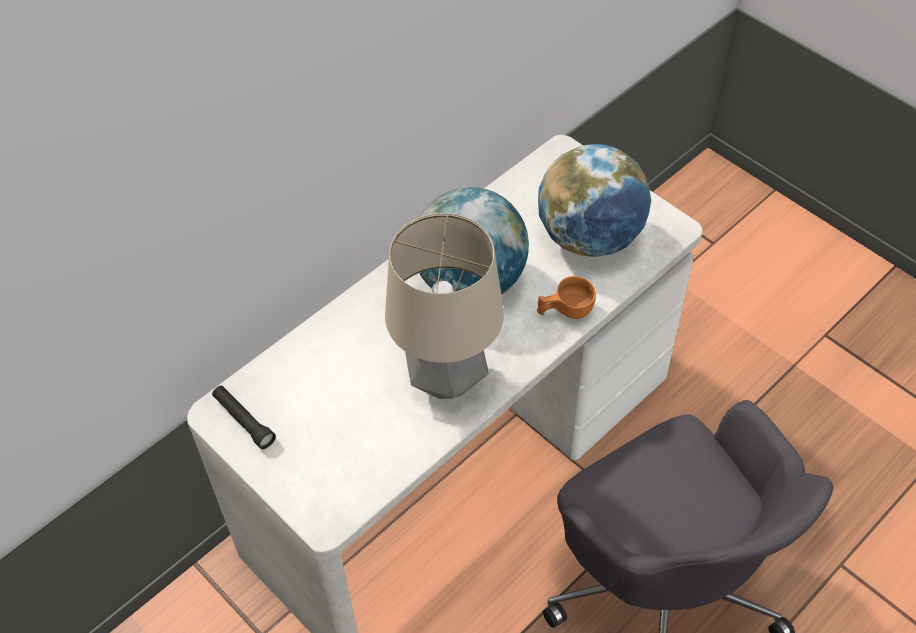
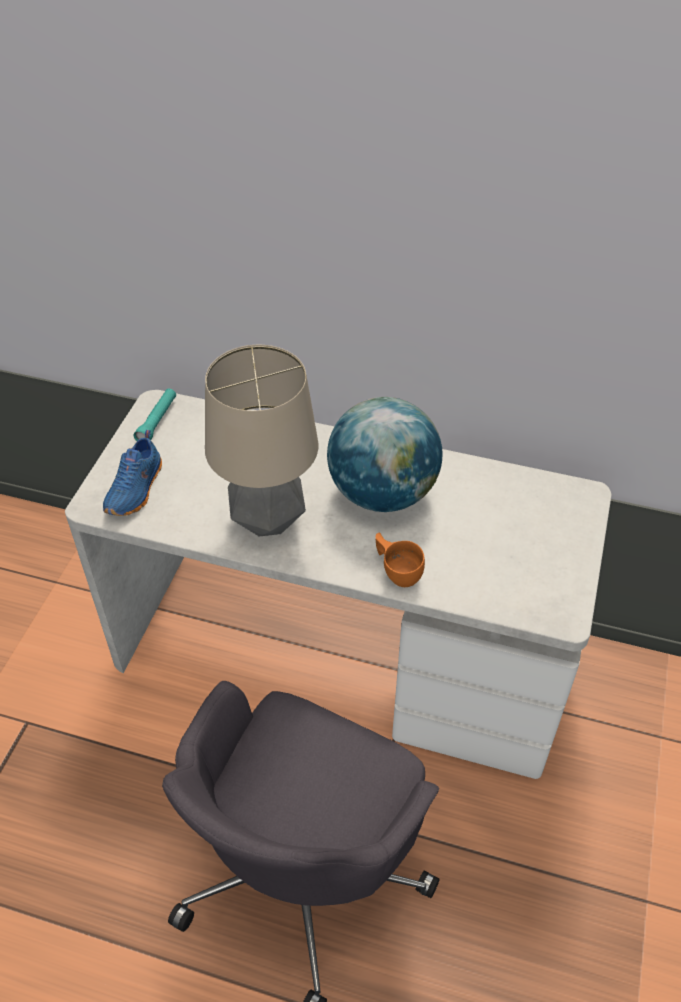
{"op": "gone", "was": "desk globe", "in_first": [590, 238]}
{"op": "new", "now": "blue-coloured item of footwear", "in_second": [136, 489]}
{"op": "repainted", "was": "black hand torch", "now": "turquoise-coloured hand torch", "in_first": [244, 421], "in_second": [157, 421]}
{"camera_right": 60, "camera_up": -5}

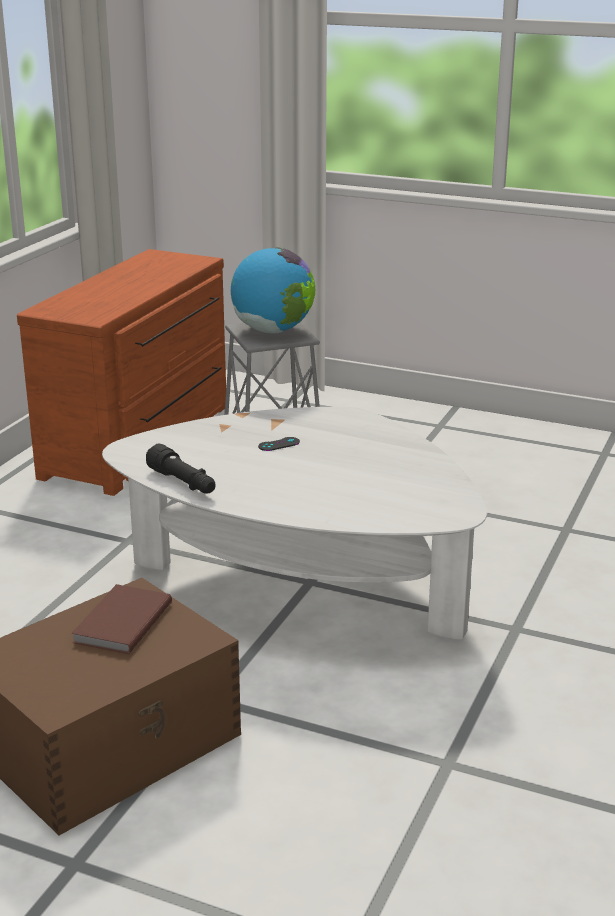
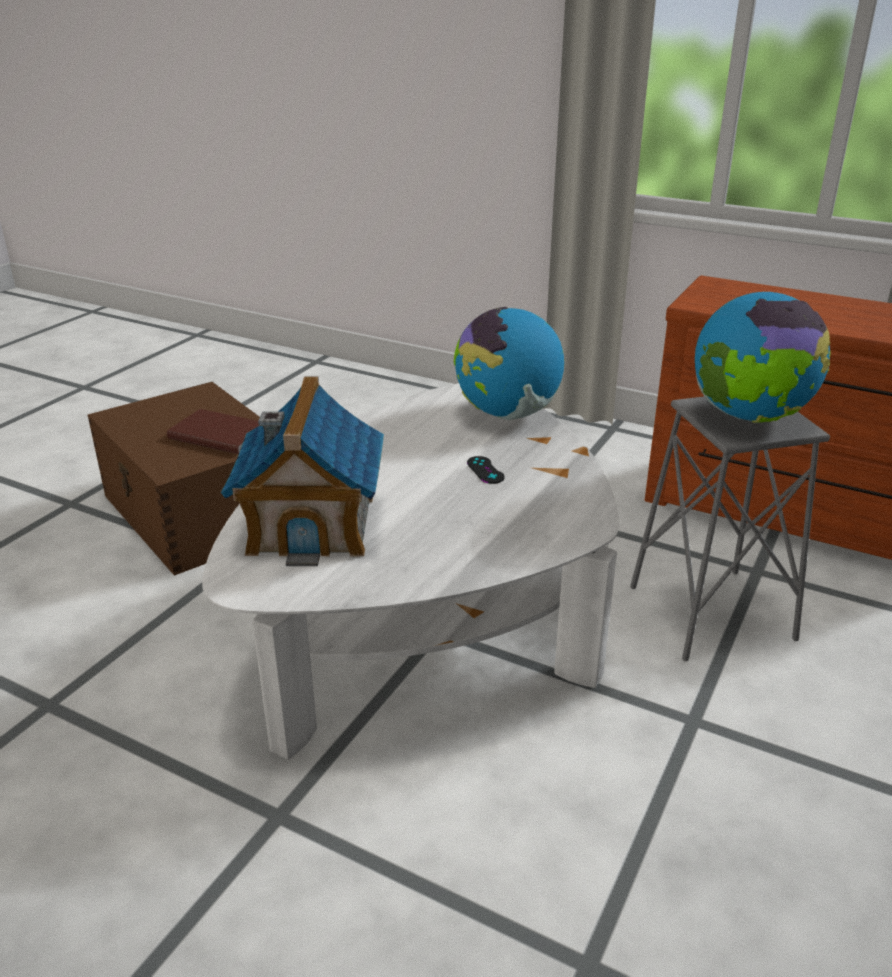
{"op": "gone", "was": "black hand torch", "in_first": [183, 483]}
{"op": "new", "now": "miniature house", "in_second": [313, 524]}
{"op": "new", "now": "desk globe", "in_second": [507, 414]}
{"camera_right": 95, "camera_up": 5}

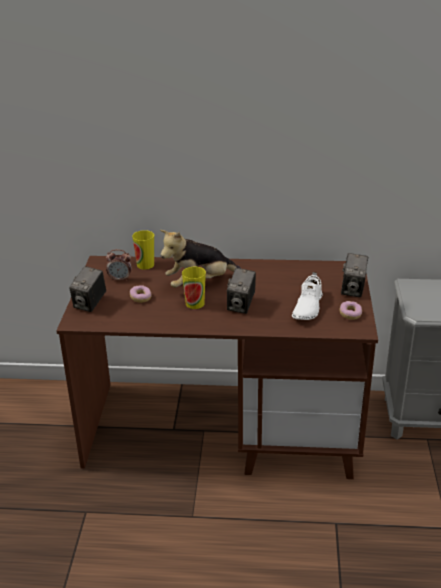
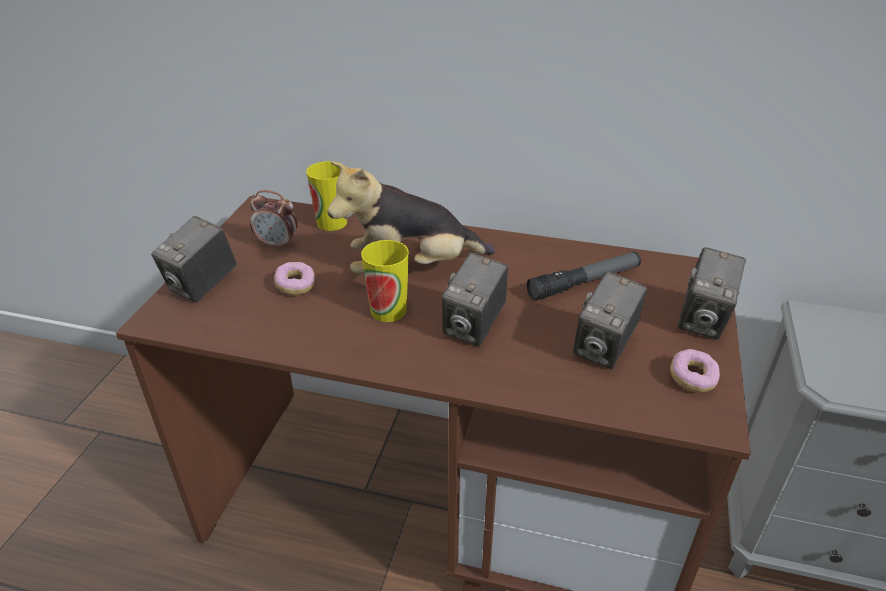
{"op": "new", "now": "hand torch", "in_second": [584, 282]}
{"op": "swapped", "was": "whitish item of footwear", "now": "still camera", "in_first": [307, 307], "in_second": [604, 348]}
{"camera_right": 10, "camera_up": 5}

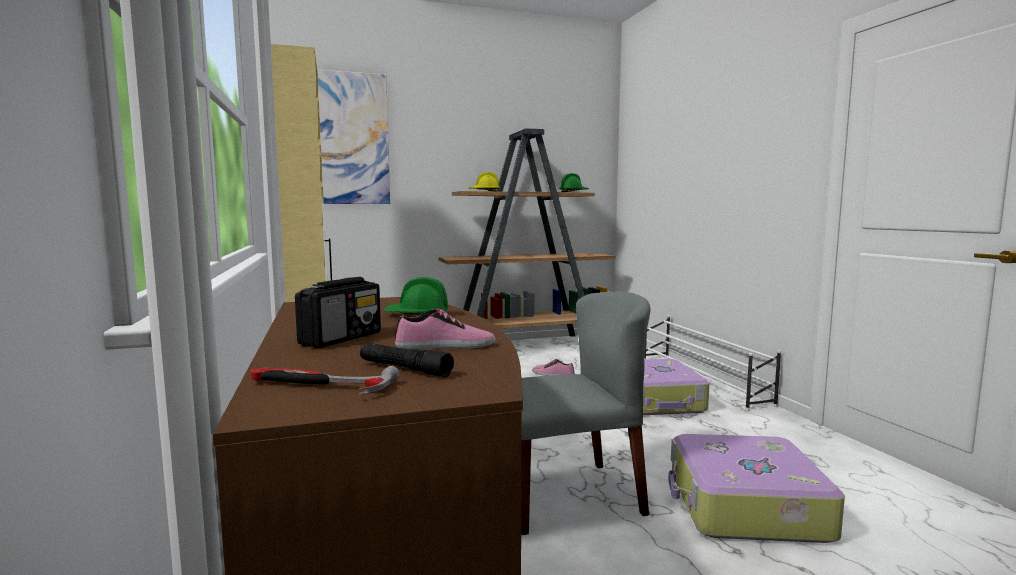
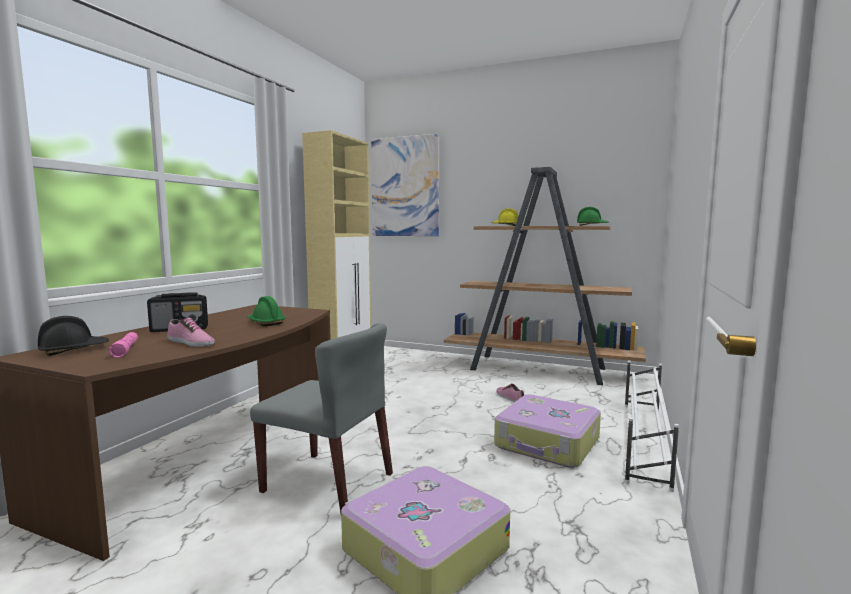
{"op": "swapped", "was": "tool hammer", "now": "black hard hat", "in_first": [319, 386], "in_second": [74, 350]}
{"op": "repainted", "was": "black hand torch", "now": "pink hand torch", "in_first": [405, 369], "in_second": [126, 350]}
{"camera_right": 40, "camera_up": 0}

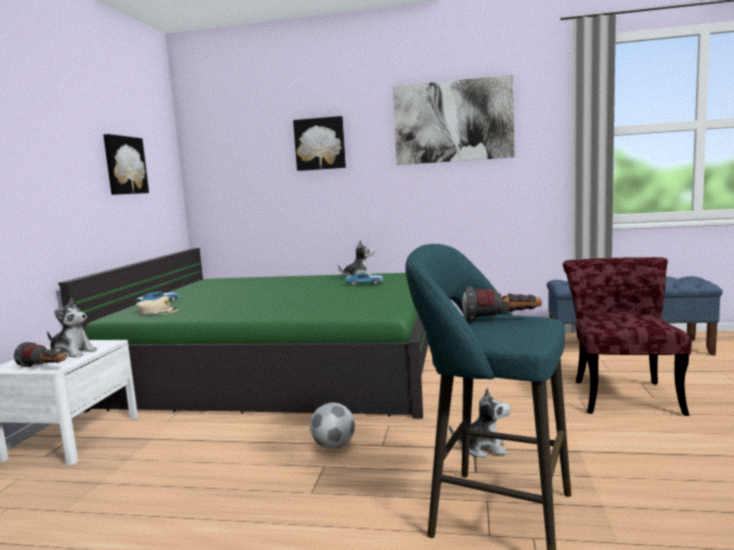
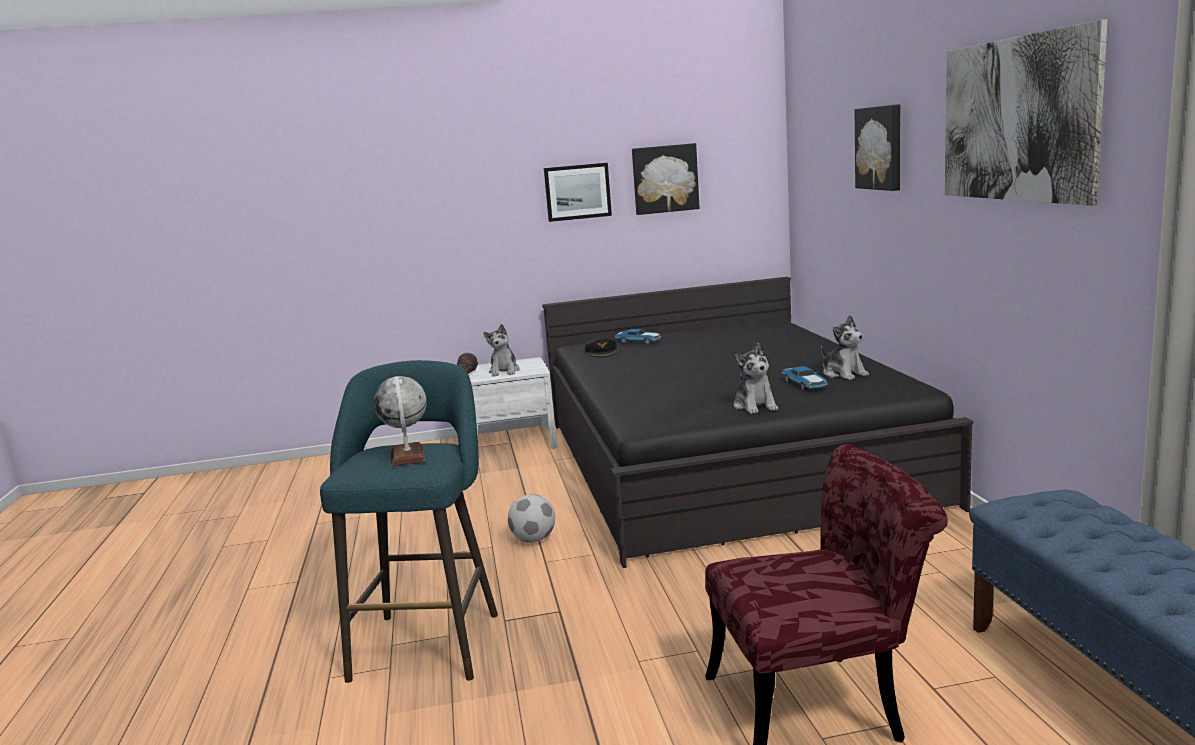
{"op": "new", "now": "wall picture", "in_second": [577, 192]}
{"op": "shifted", "was": "soft toy", "in_first": [482, 448], "in_second": [755, 406]}
{"op": "swapped", "was": "hand torch", "now": "desk globe", "in_first": [501, 320], "in_second": [407, 456]}
{"op": "repainted", "was": "green-coloured bed", "now": "black bed", "in_first": [284, 367], "in_second": [725, 460]}
{"op": "repainted", "was": "sand-coloured baseball cap", "now": "black baseball cap", "in_first": [157, 311], "in_second": [601, 352]}
{"camera_right": 70, "camera_up": 5}

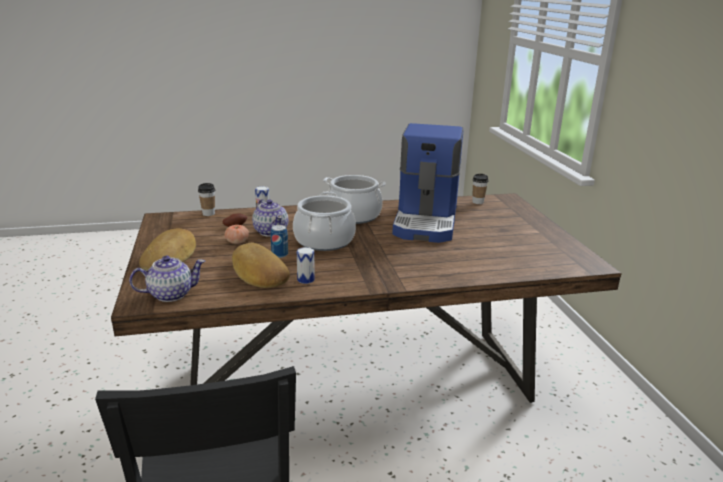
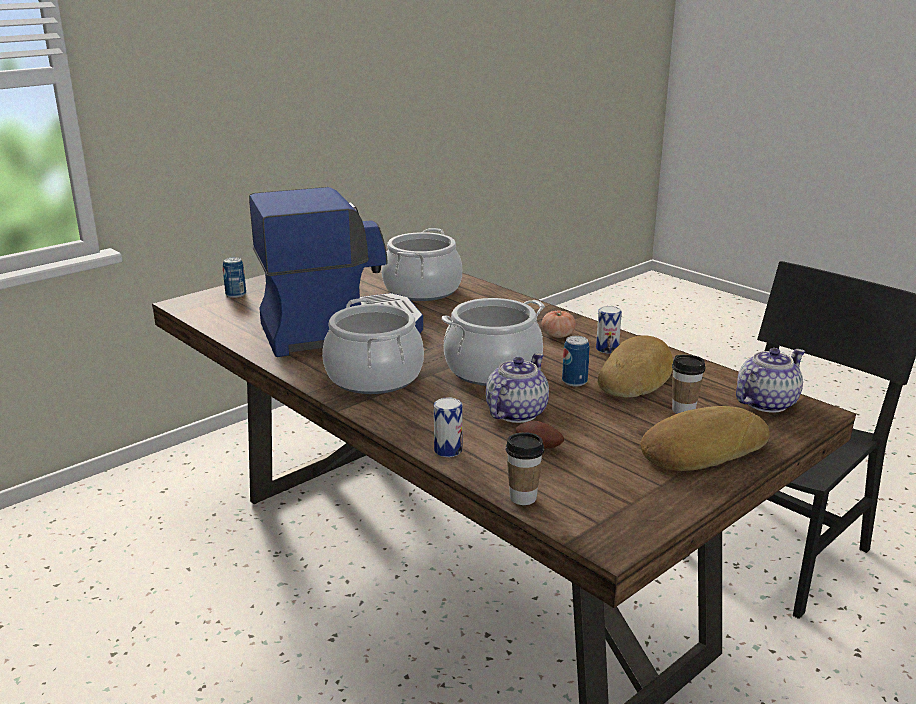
{"op": "new", "now": "can", "in_second": [236, 294]}
{"op": "new", "now": "cooking pot", "in_second": [422, 290]}
{"op": "shifted", "was": "fresh tomato", "in_first": [237, 241], "in_second": [558, 335]}
{"op": "shifted", "was": "small cup", "in_first": [478, 202], "in_second": [683, 410]}
{"op": "rotated", "was": "pot for tea", "in_first": [170, 294], "in_second": [765, 403], "clockwise": 105}
{"camera_right": -120, "camera_up": 0}

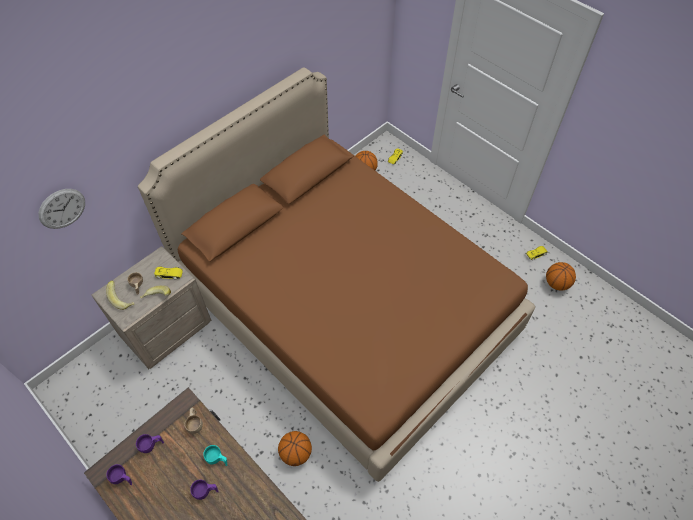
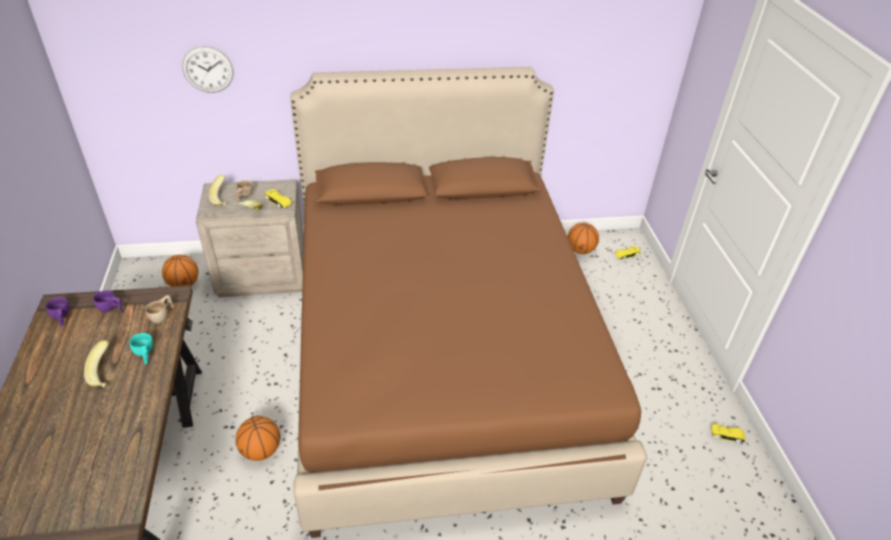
{"op": "shifted", "was": "ball for basketball", "in_first": [556, 283], "in_second": [184, 284]}
{"op": "swapped", "was": "purplish small cup", "now": "banana", "in_first": [206, 492], "in_second": [105, 373]}
{"camera_right": 35, "camera_up": -15}

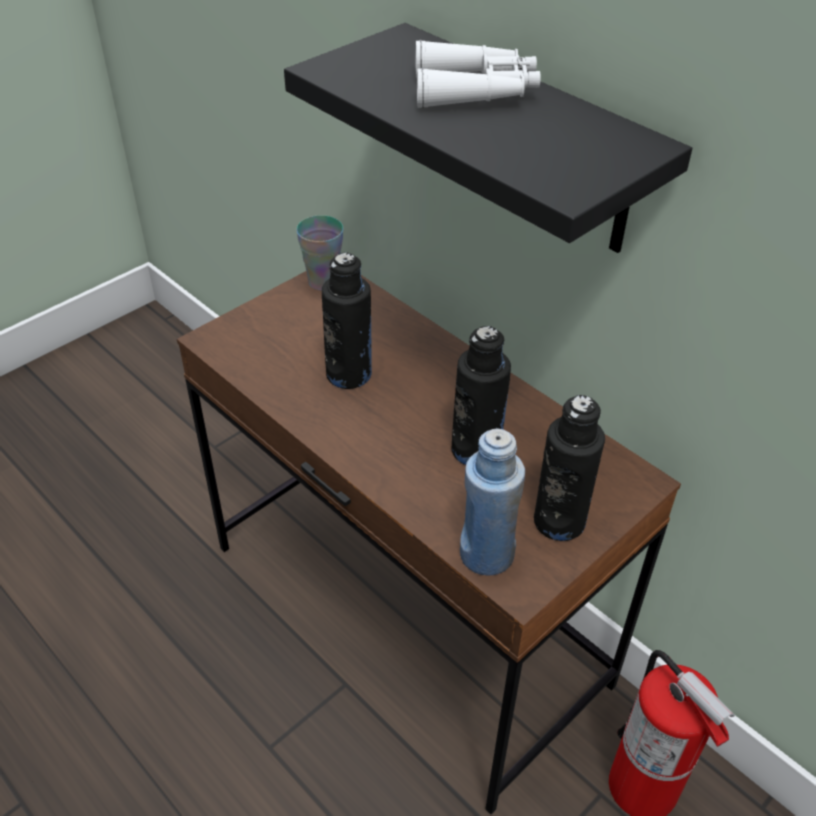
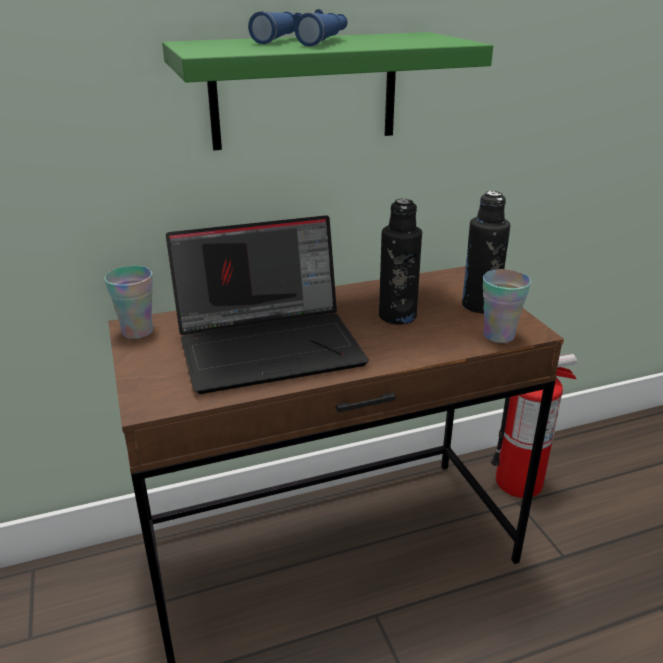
{"op": "swapped", "was": "black beverage bottle", "now": "laptop", "in_first": [349, 374], "in_second": [271, 345]}
{"op": "swapped", "was": "blue-coloured beverage bottle", "now": "small cup", "in_first": [486, 554], "in_second": [498, 335]}
{"op": "repainted", "was": "black shelf", "now": "green-coloured shelf", "in_first": [527, 141], "in_second": [305, 91]}
{"op": "repainted", "was": "whitish field glasses", "now": "blue-coloured field glasses", "in_first": [475, 91], "in_second": [305, 41]}
{"camera_right": -65, "camera_up": -15}

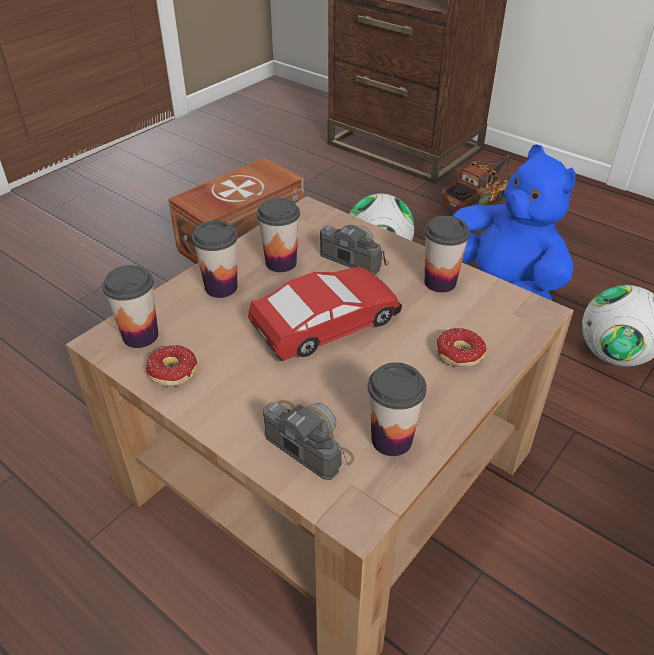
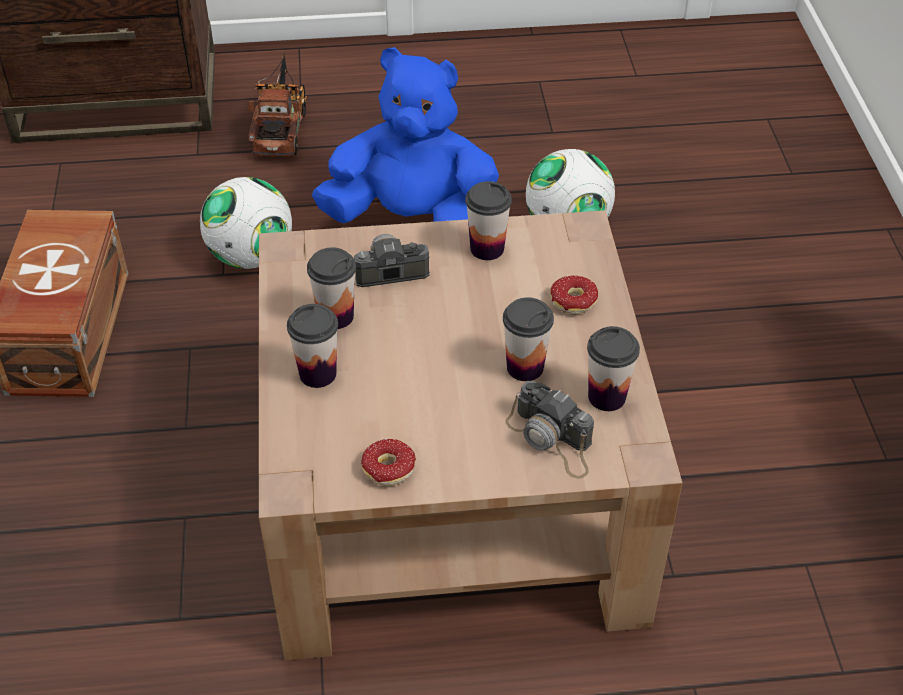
{"op": "gone", "was": "toy car", "in_first": [327, 323]}
{"op": "shifted", "was": "small cup", "in_first": [140, 336], "in_second": [525, 367]}
{"op": "rotated", "was": "still camera", "in_first": [305, 438], "in_second": [552, 440], "clockwise": -135}
{"camera_right": -45, "camera_up": 5}

